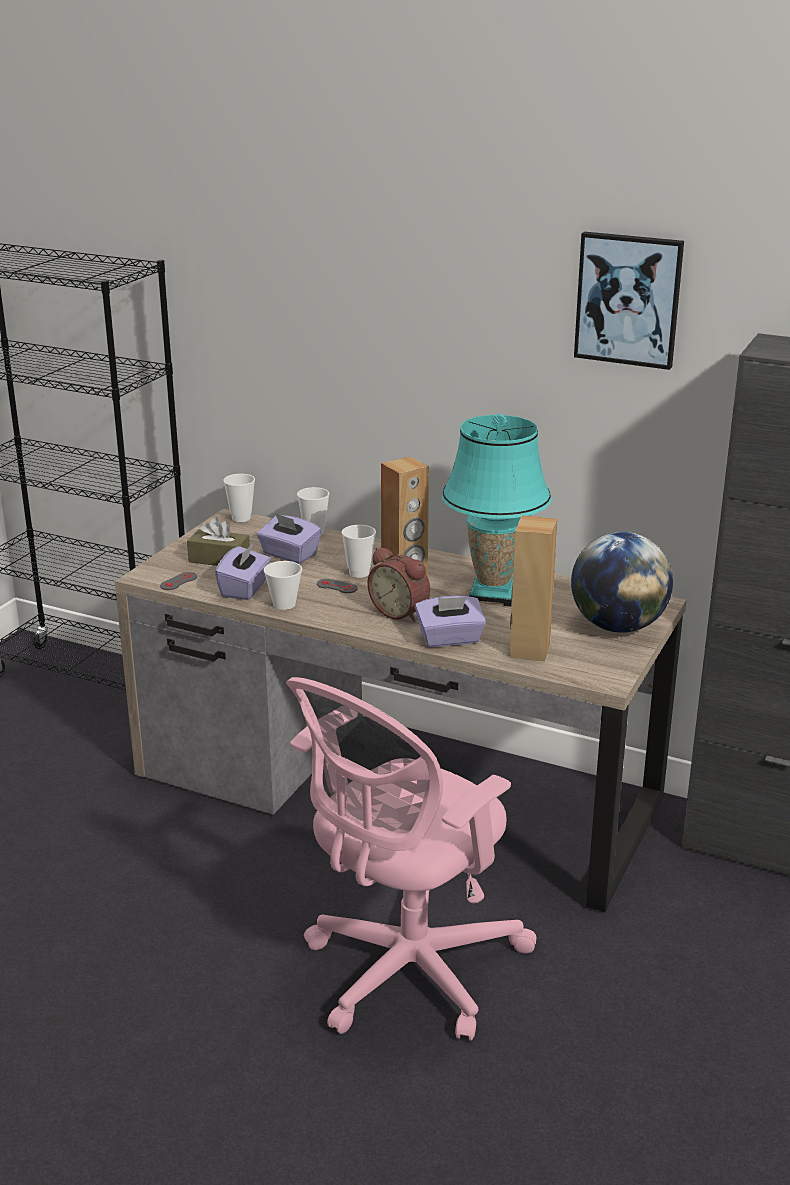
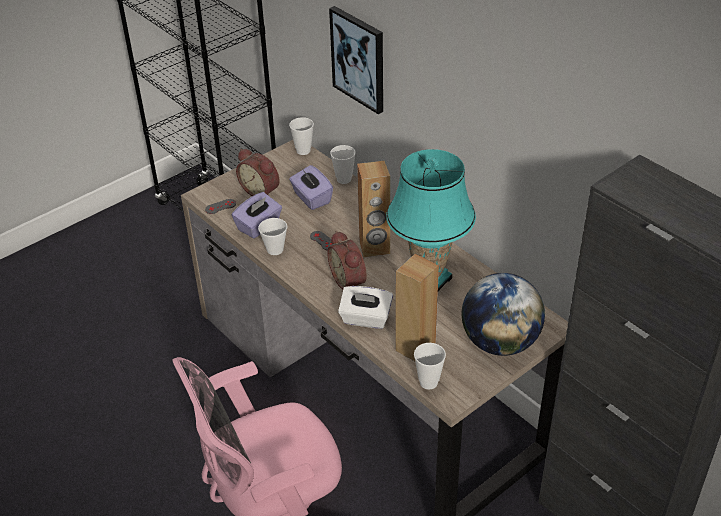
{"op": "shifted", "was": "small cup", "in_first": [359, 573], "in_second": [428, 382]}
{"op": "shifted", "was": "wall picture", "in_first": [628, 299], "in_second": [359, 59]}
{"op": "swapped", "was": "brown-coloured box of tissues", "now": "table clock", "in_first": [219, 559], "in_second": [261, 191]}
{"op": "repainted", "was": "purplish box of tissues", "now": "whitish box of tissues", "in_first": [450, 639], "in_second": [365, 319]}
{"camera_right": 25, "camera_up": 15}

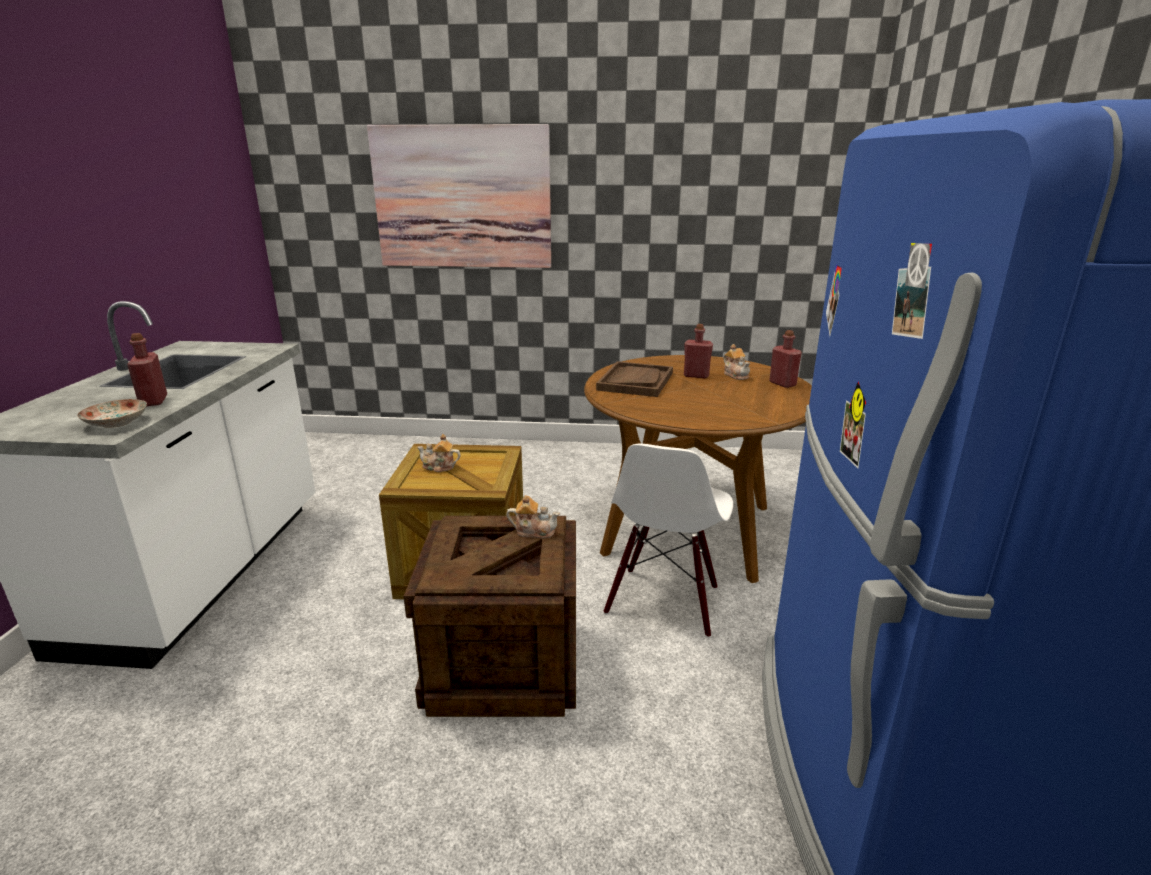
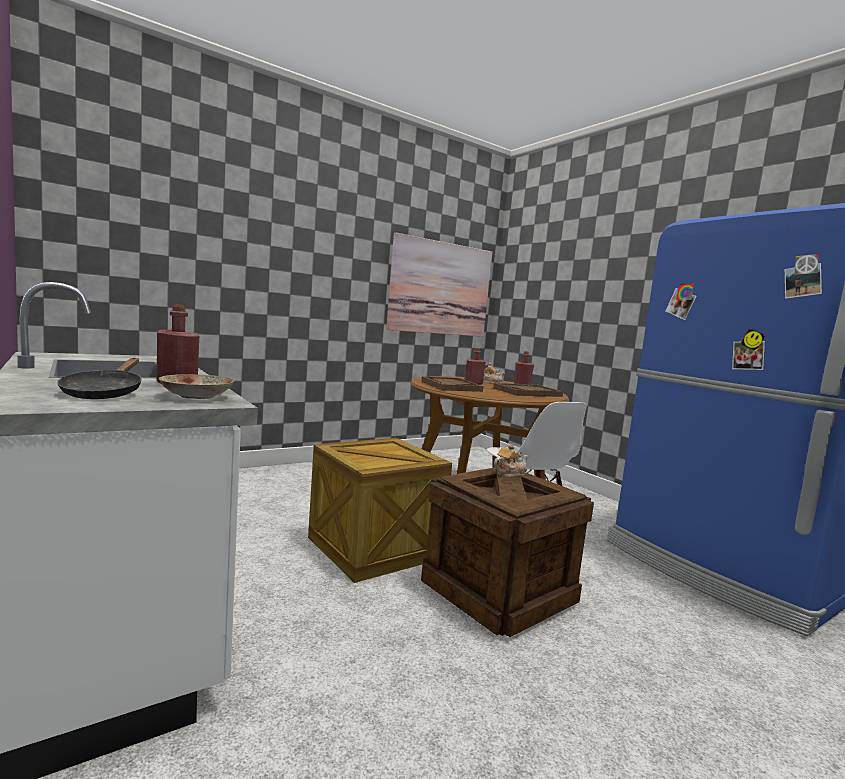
{"op": "gone", "was": "pot for tea", "in_first": [439, 467]}
{"op": "new", "now": "black frying pan", "in_second": [105, 393]}
{"op": "new", "now": "brown-coloured tray", "in_second": [527, 392]}
{"op": "shifted", "was": "wall picture", "in_first": [462, 198], "in_second": [440, 288]}
{"camera_right": -40, "camera_up": -15}

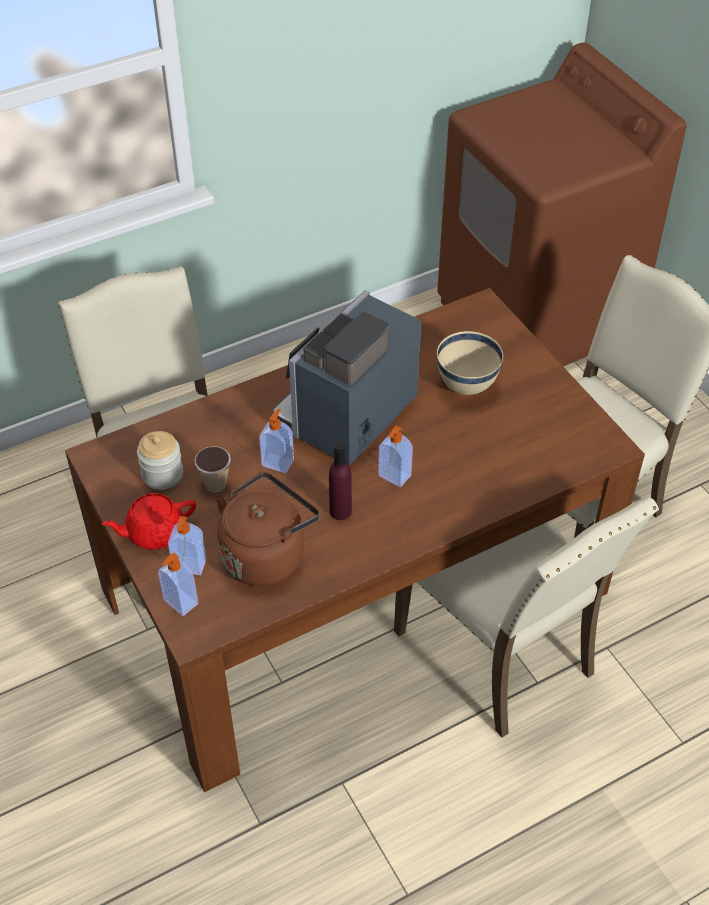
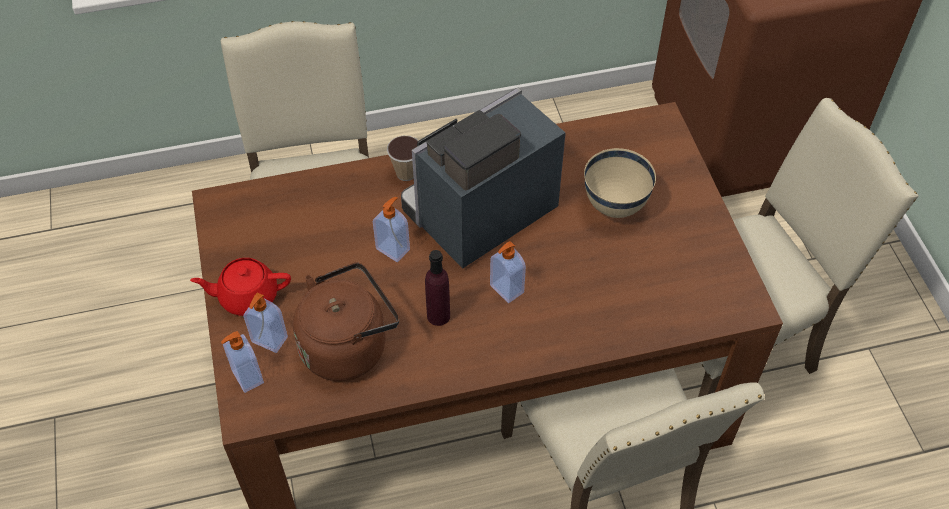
{"op": "gone", "was": "preserve jar", "in_first": [162, 474]}
{"op": "shifted", "was": "small cup", "in_first": [215, 484], "in_second": [406, 173]}
{"camera_right": 15, "camera_up": 5}

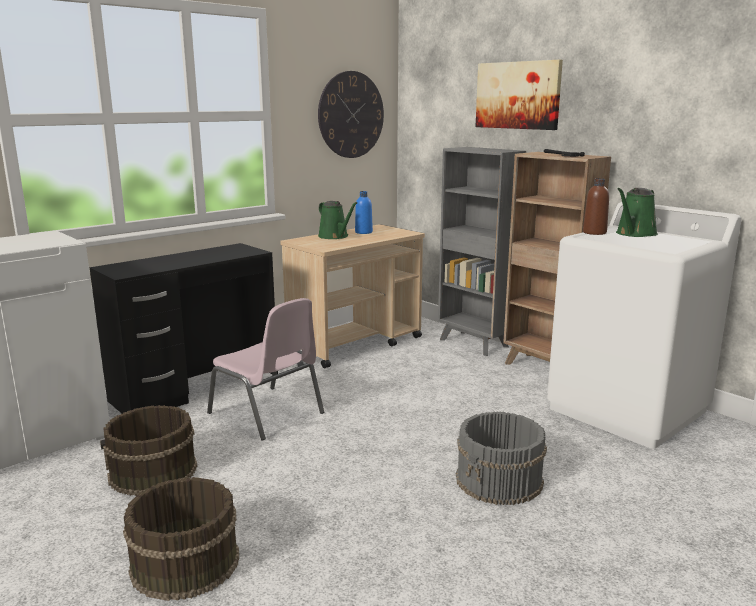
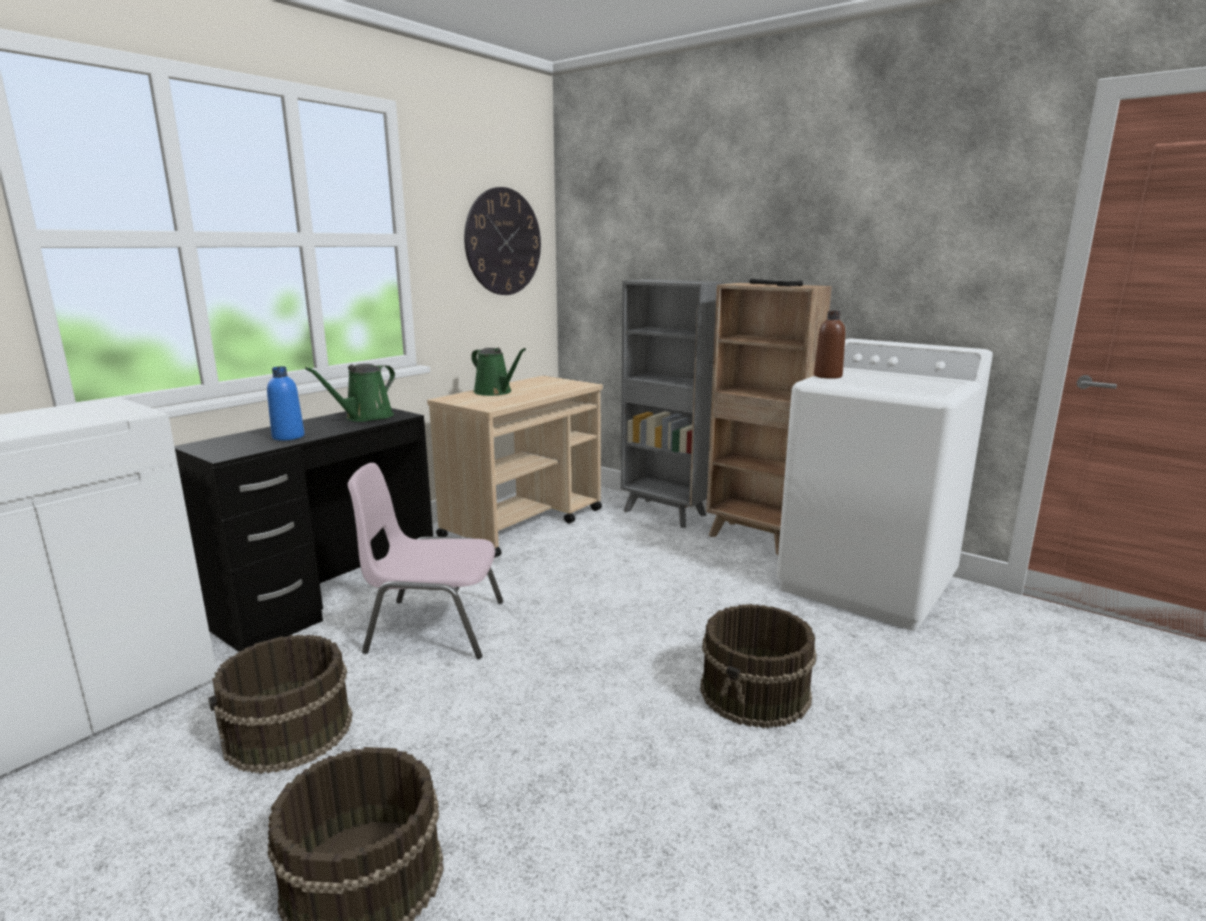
{"op": "gone", "was": "wall picture", "in_first": [518, 95]}
{"op": "shifted", "was": "blue-coloured beverage bottle", "in_first": [363, 232], "in_second": [288, 437]}
{"op": "shifted", "was": "green-coloured watering pot", "in_first": [634, 234], "in_second": [365, 417]}
{"op": "repainted", "was": "greyish bucket", "now": "brown-coloured bucket", "in_first": [500, 480], "in_second": [756, 692]}
{"op": "rotated", "was": "pink plain chair", "in_first": [267, 413], "in_second": [434, 626], "clockwise": 150}
{"camera_right": -10, "camera_up": 0}

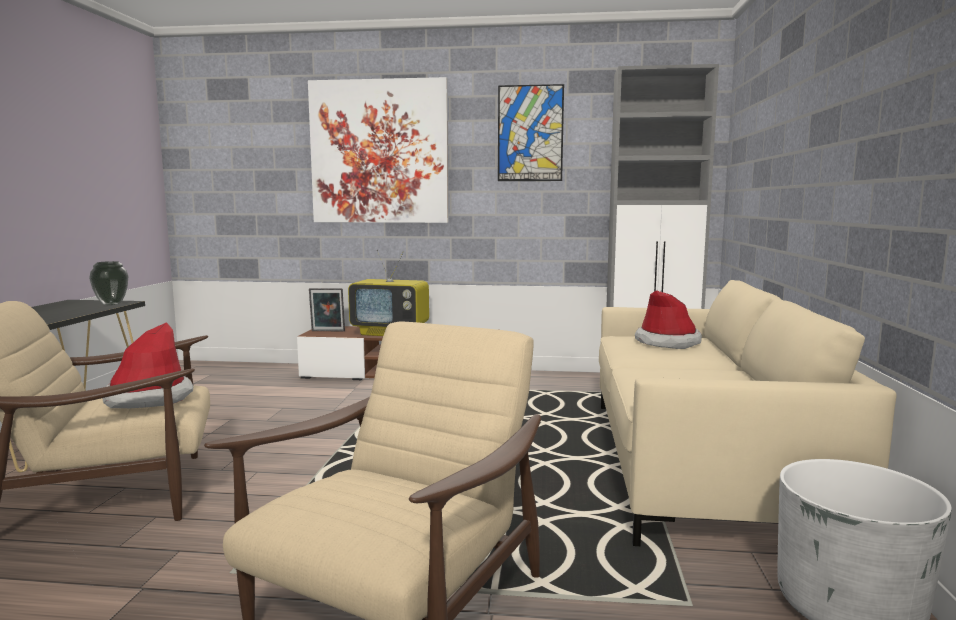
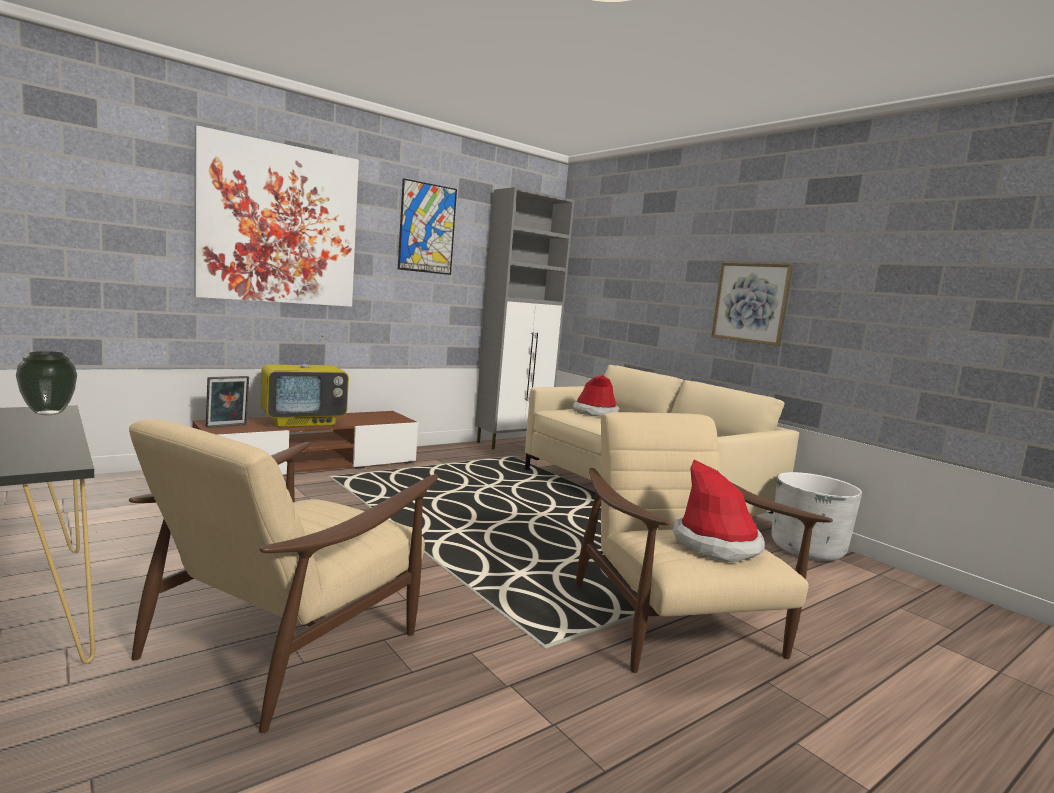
{"op": "new", "now": "wall picture", "in_second": [751, 302]}
{"op": "shifted", "was": "clothing hat", "in_first": [149, 398], "in_second": [716, 545]}
{"camera_right": -45, "camera_up": 0}

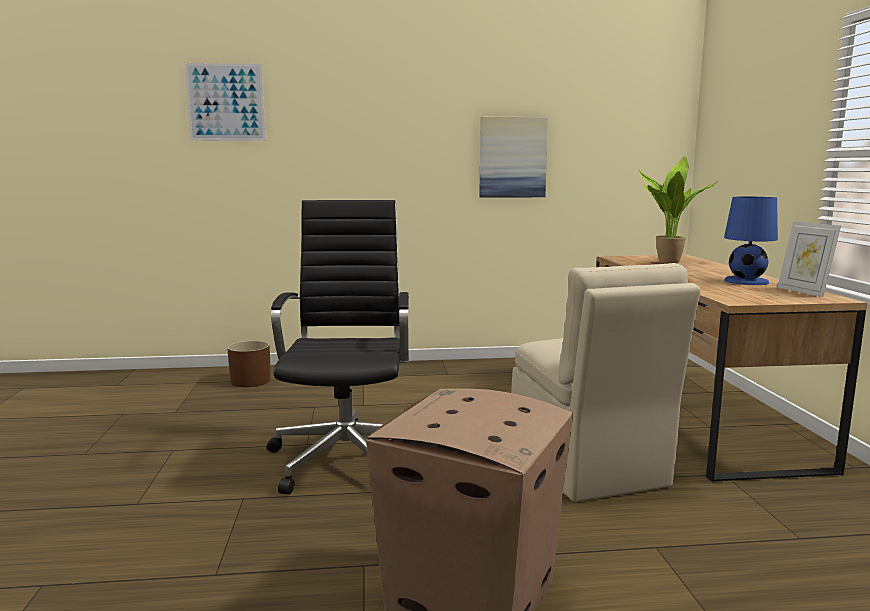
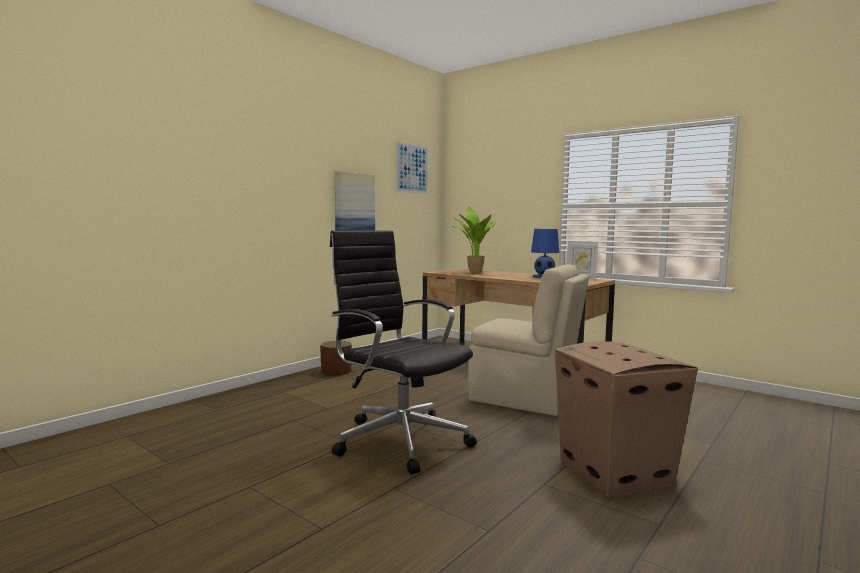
{"op": "shifted", "was": "wall picture", "in_first": [225, 102], "in_second": [412, 168]}
{"op": "shifted", "was": "brown-coloured plant pot", "in_first": [250, 381], "in_second": [336, 371]}
{"camera_right": -45, "camera_up": -5}

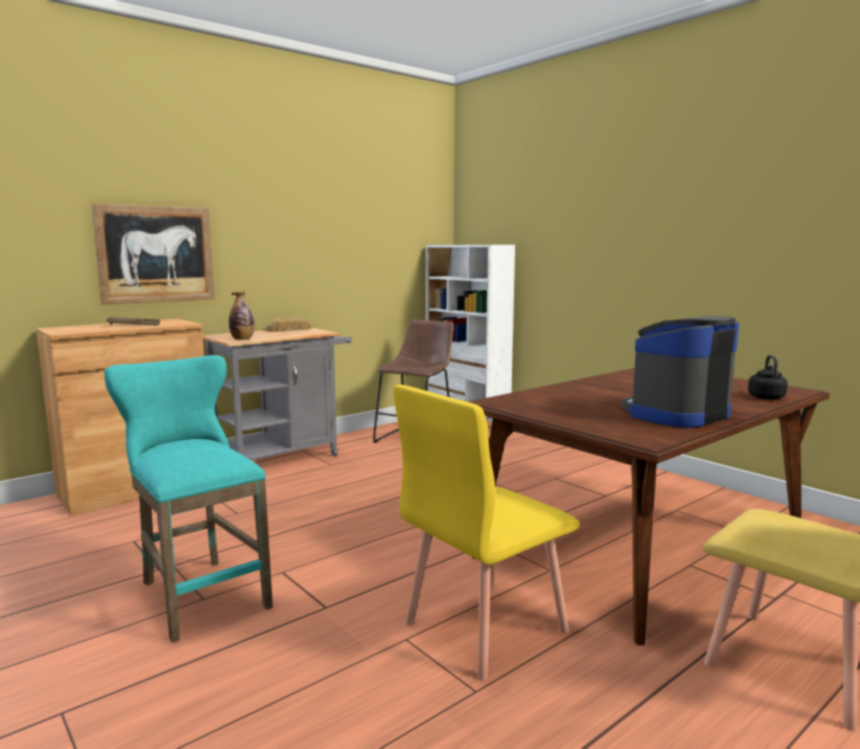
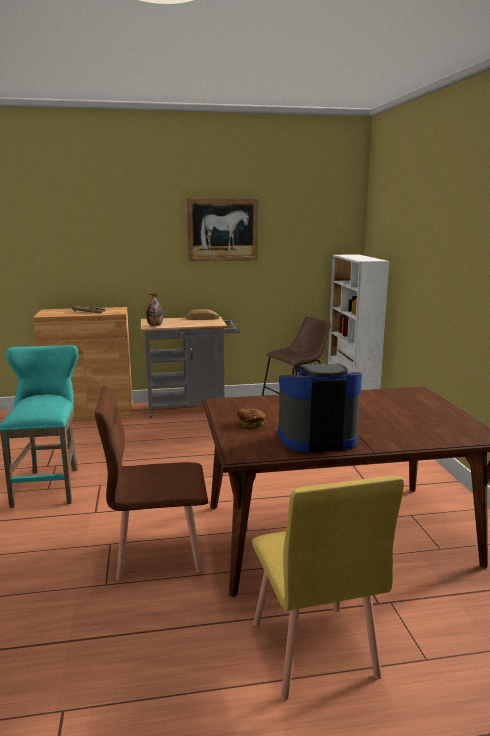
{"op": "gone", "was": "black water kettle", "in_first": [765, 397]}
{"op": "new", "now": "bread", "in_second": [250, 423]}
{"op": "shifted", "was": "wall picture", "in_first": [156, 254], "in_second": [222, 229]}
{"op": "repainted", "was": "yellow plain chair", "now": "brown-coloured plain chair", "in_first": [483, 627], "in_second": [158, 552]}
{"camera_right": 30, "camera_up": 5}

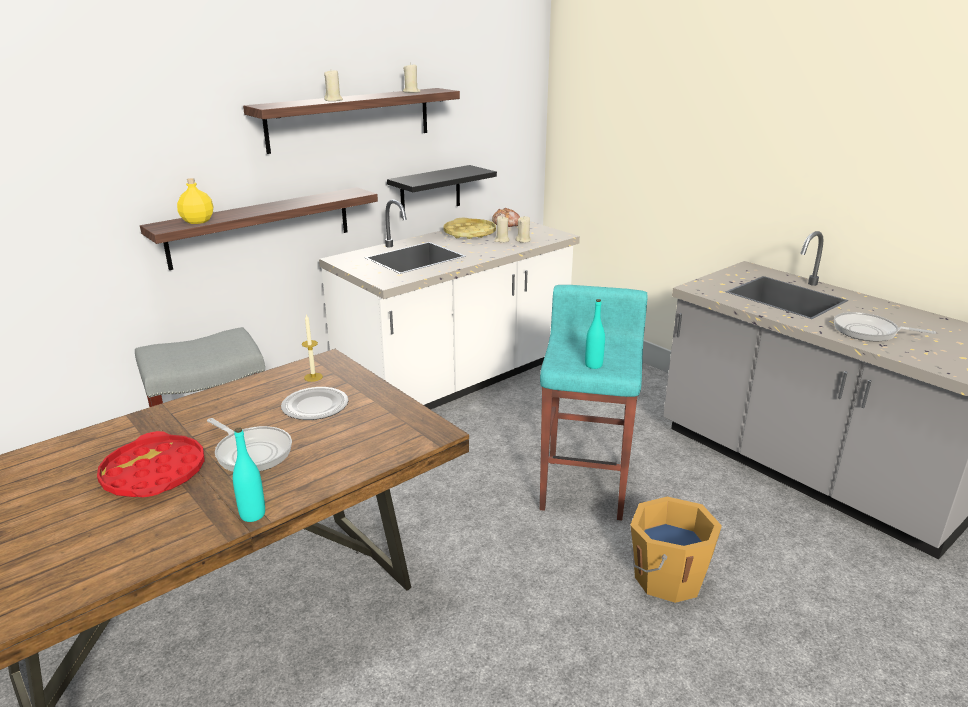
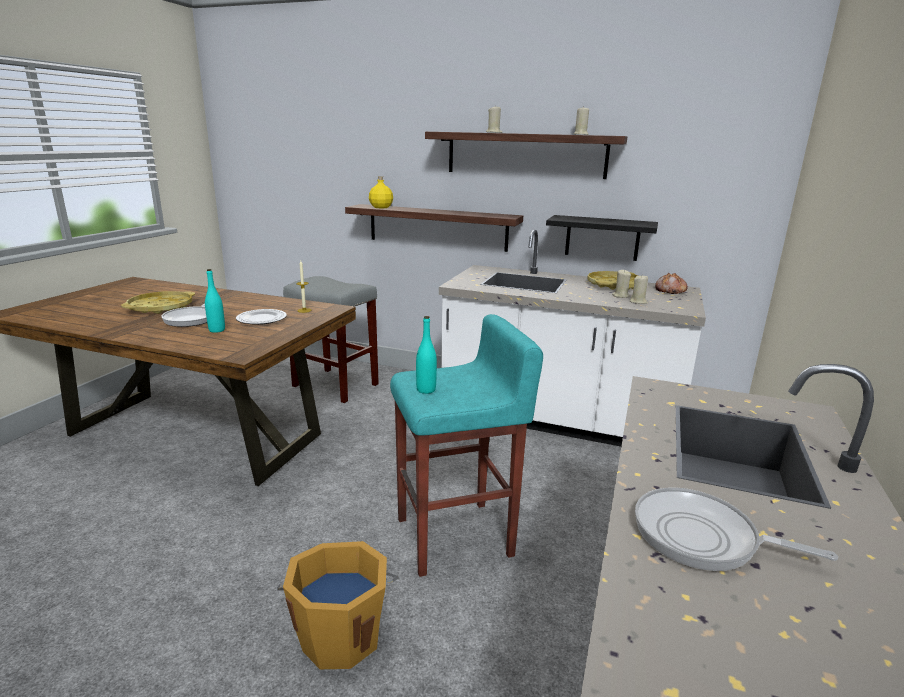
{"op": "shifted", "was": "turquoise-coloured beverage bottle", "in_first": [252, 515], "in_second": [217, 330]}
{"op": "repainted", "was": "red-coloured tray", "now": "yellow tray", "in_first": [154, 474], "in_second": [160, 307]}
{"op": "rotated", "was": "frying pan", "in_first": [869, 332], "in_second": [702, 538], "clockwise": -60}
{"camera_right": 60, "camera_up": -5}

